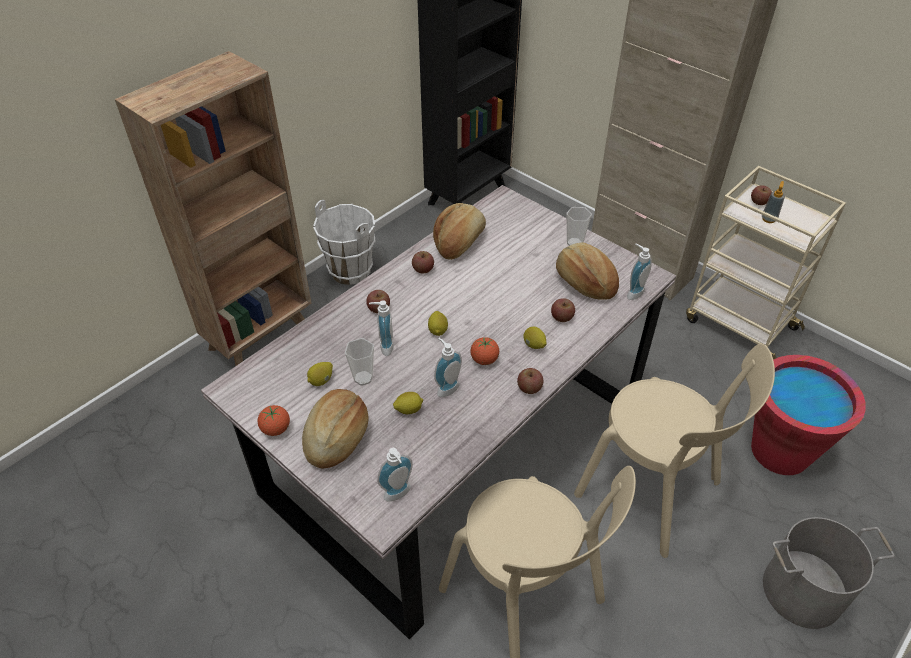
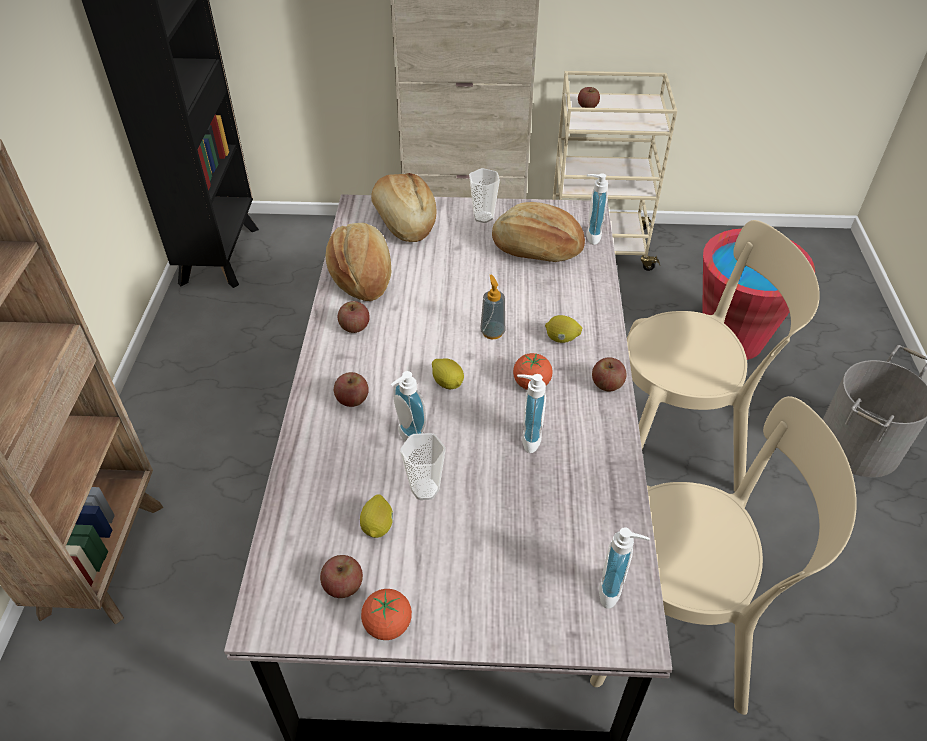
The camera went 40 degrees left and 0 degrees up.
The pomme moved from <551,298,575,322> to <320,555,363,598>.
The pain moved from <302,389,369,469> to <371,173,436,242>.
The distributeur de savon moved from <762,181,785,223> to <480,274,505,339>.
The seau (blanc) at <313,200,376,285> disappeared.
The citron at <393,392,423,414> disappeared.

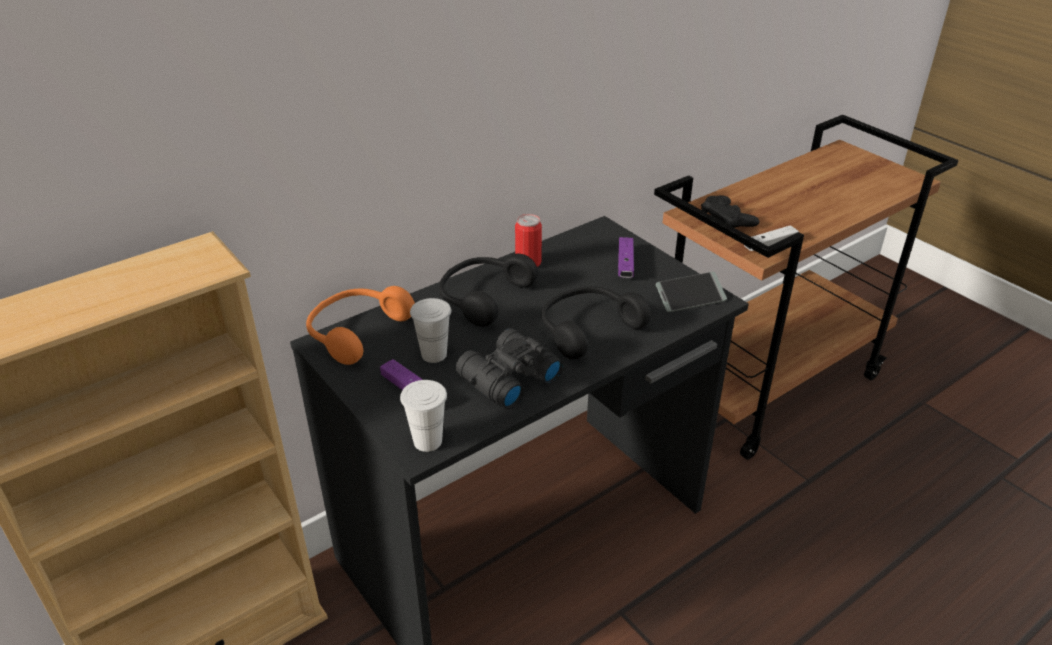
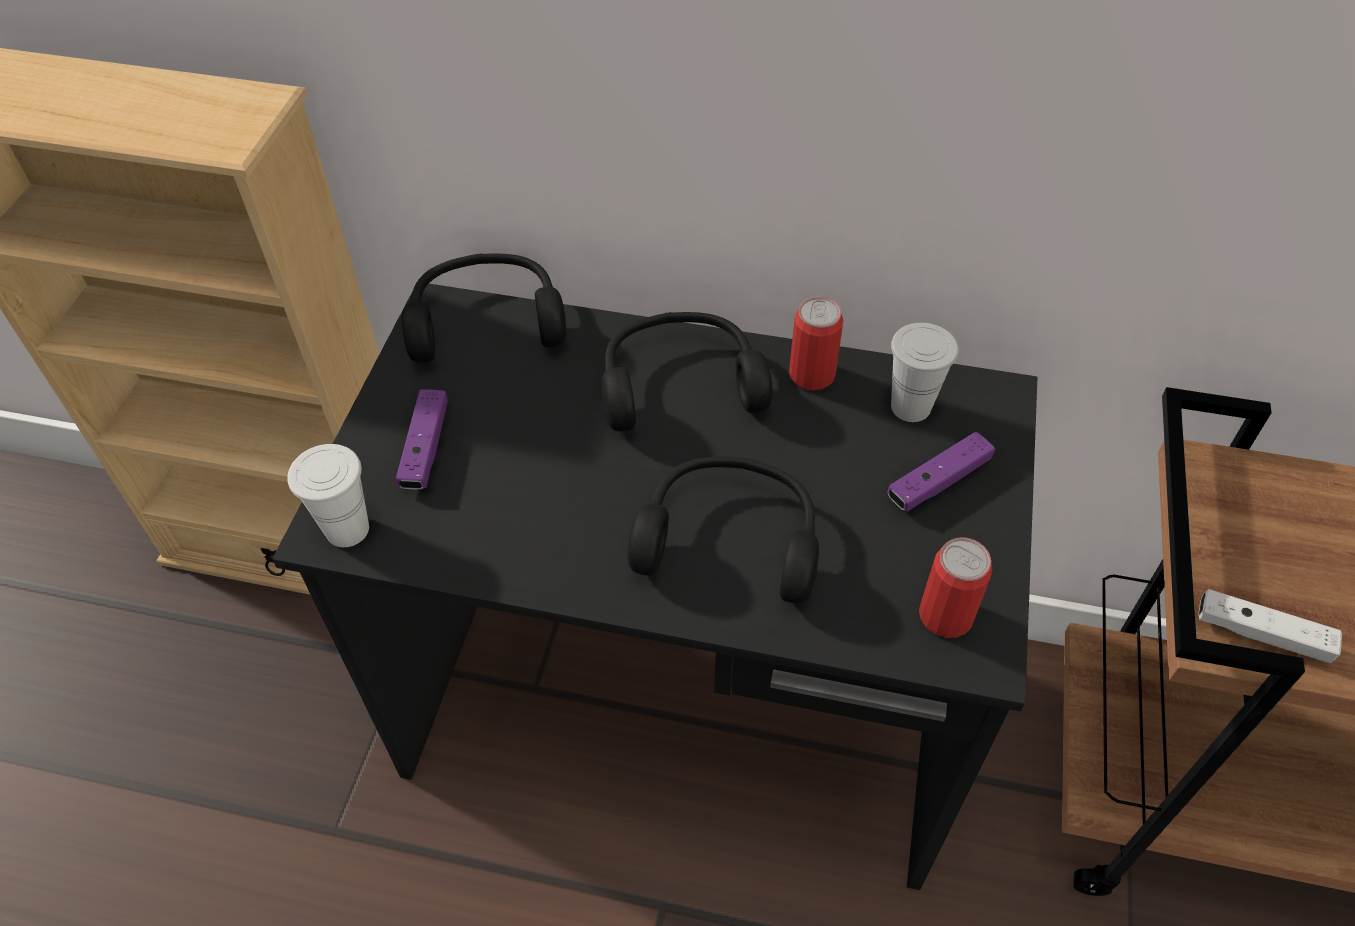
The camera went 50 degrees right and 15 degrees up.
The casque audio (orange) at <306,286,415,365> became the casque audio (noir) at <402,253,566,363>.
The tasse (blanc) moved from <410,298,451,363> to <891,323,959,422>.
The téléphone at <656,272,727,312> was replaced by the boîte métallique at <919,537,993,638>.
The jumelles (noir) at <456,328,564,409> disappeared.
The manette (noir) at <701,195,760,228> disappeared.

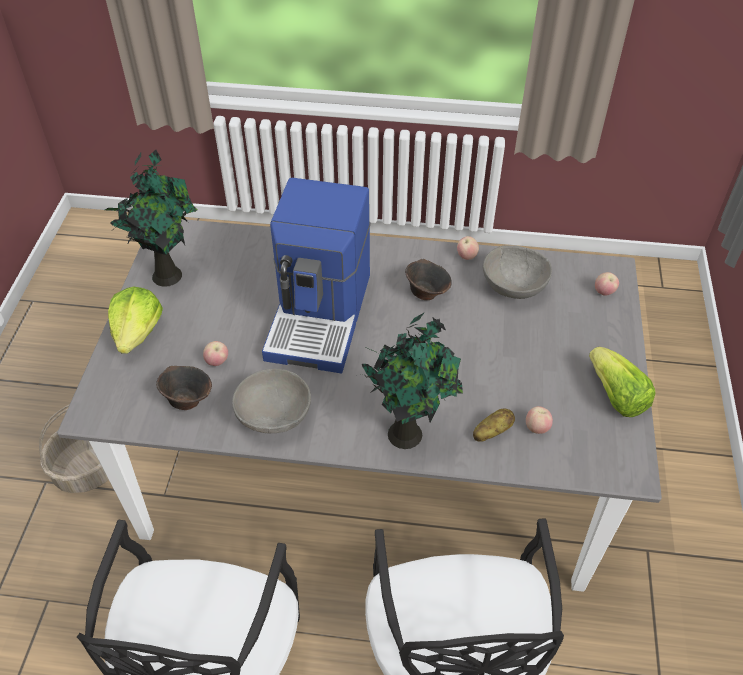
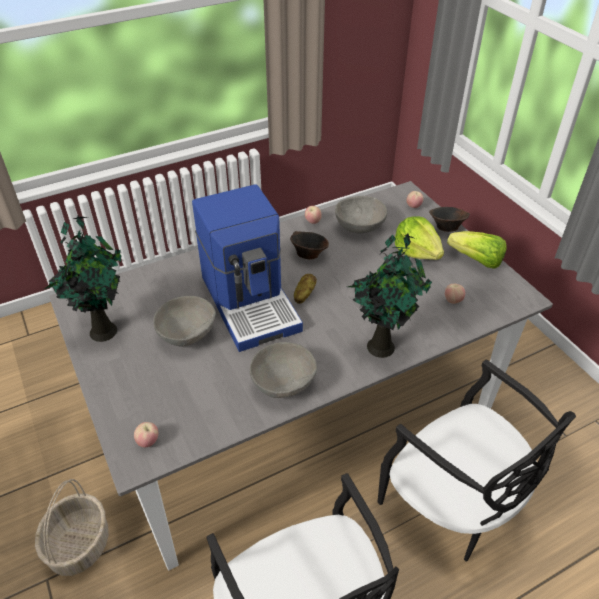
The camera went 35 degrees left and 5 degrees down.
The pomme moved from <203,341,228,366> to <134,422,158,448>.
The bol (gris) at <153,296,216,347> appeared.
The pomme de terre moved from <473,408,515,442> to <294,274,317,304>.
The laitue moved from <108,287,163,354> to <395,217,444,260>.
The bol (marron) moved from <156,366,212,410> to <429,207,470,232>.

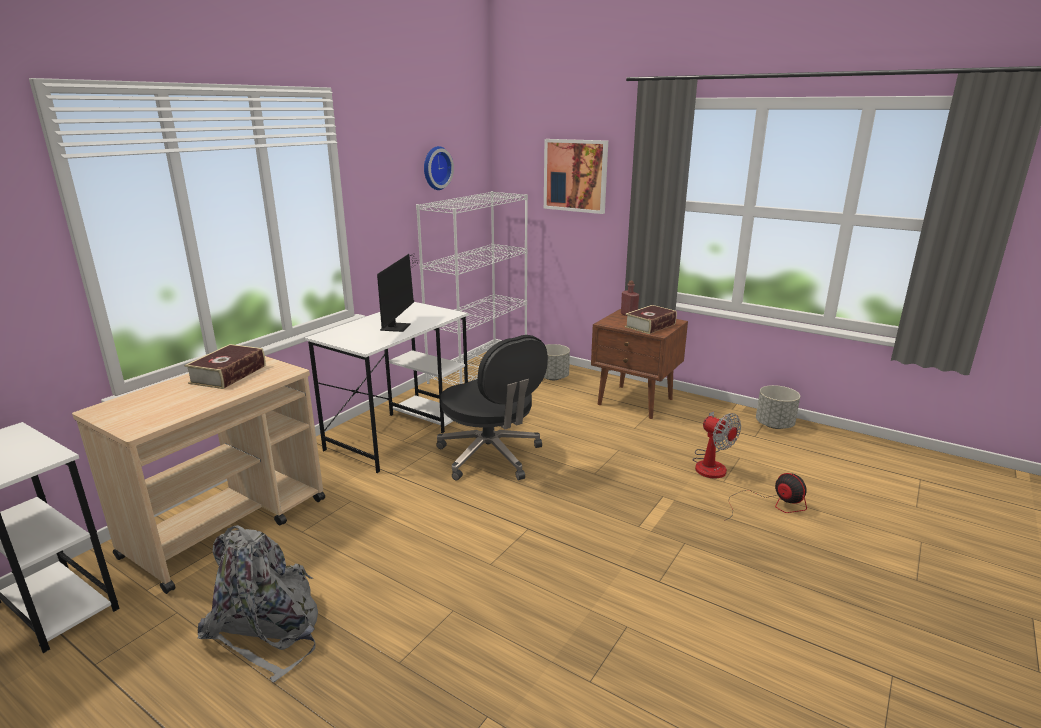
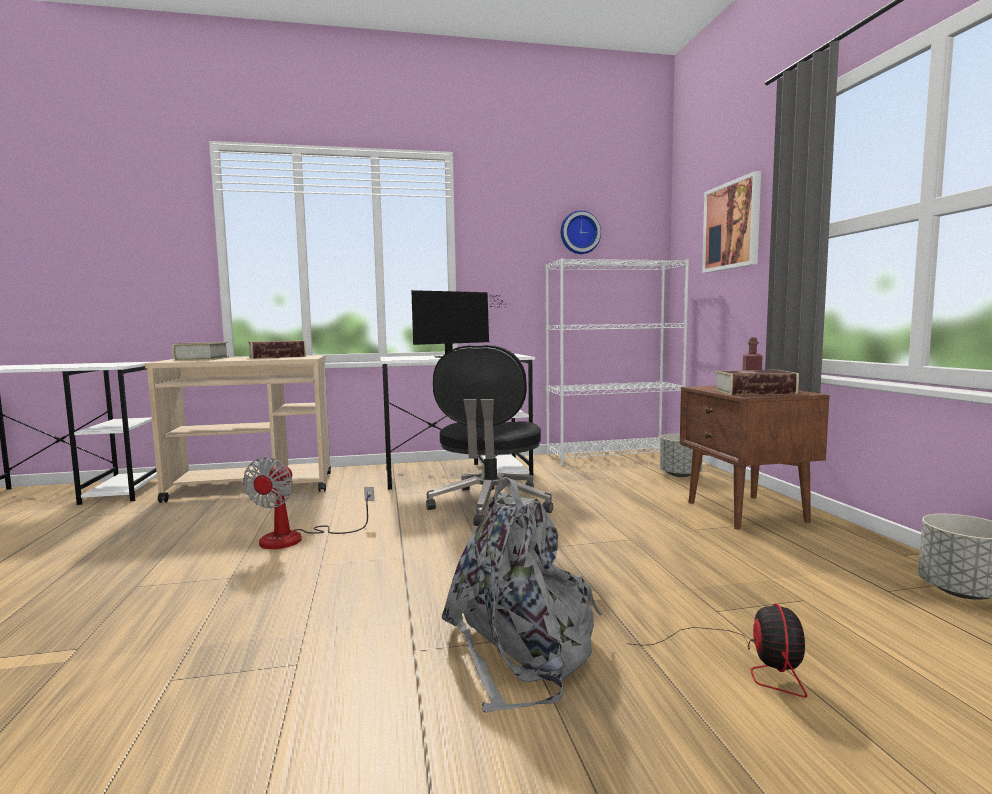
The camera went 45 degrees right and 15 degrees down.
The livre at <172,342,229,361> appeared.
The ventilateur moved from <693,411,741,479> to <243,457,374,549>.
The sac à dos (gris) moved from <198,525,318,683> to <442,478,602,713>.

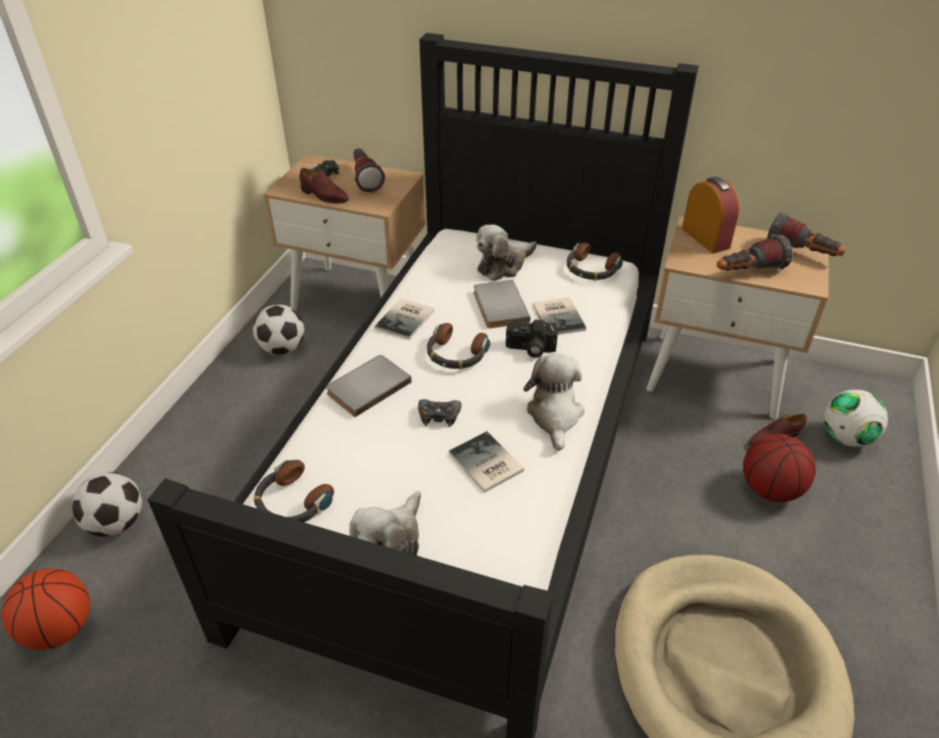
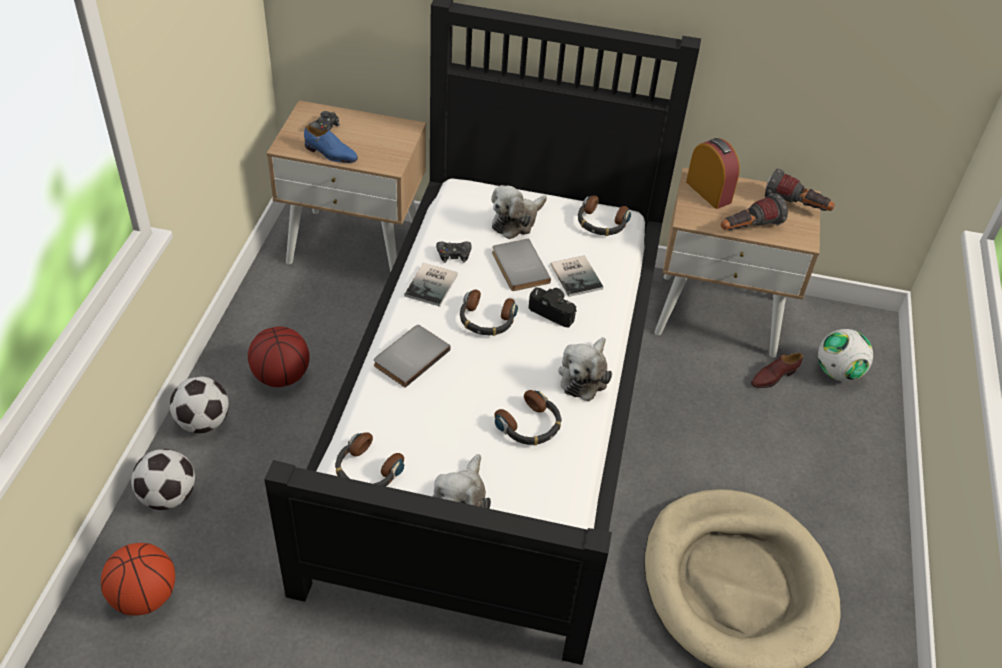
The camera went 10 degrees left and 5 degrees up.
The ballon de foot moved from <253,305,305,355> to <170,376,229,433>.
The ballon de basket moved from <743,434,816,502> to <248,326,310,387>.
The chaussure (marron) at <300,168,349,203> became the chaussure (bleu) at <304,125,358,163>.
The manette (noir) moved from <418,399,462,427> to <436,241,471,263>.
The livre at <449,431,524,493> was replaced by the casque audio at <494,390,561,445>.
The appareil photo at <506,320,558,358> turned 150 degrees counterclockwise.
The peluche at <523,354,585,451> turned 150 degrees counterclockwise.
The lampe de poche at <353,149,385,192> disappeared.

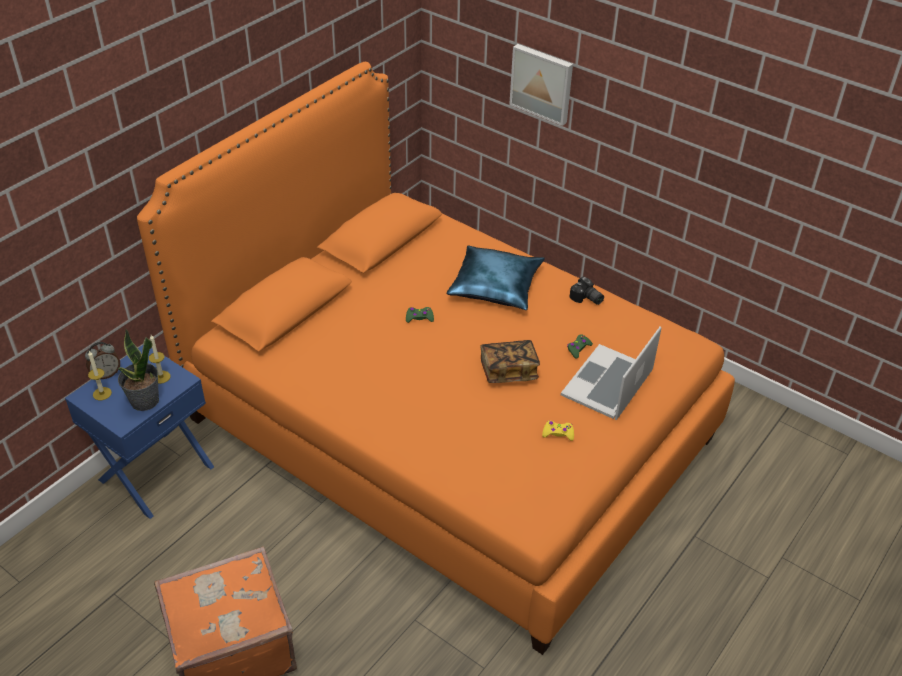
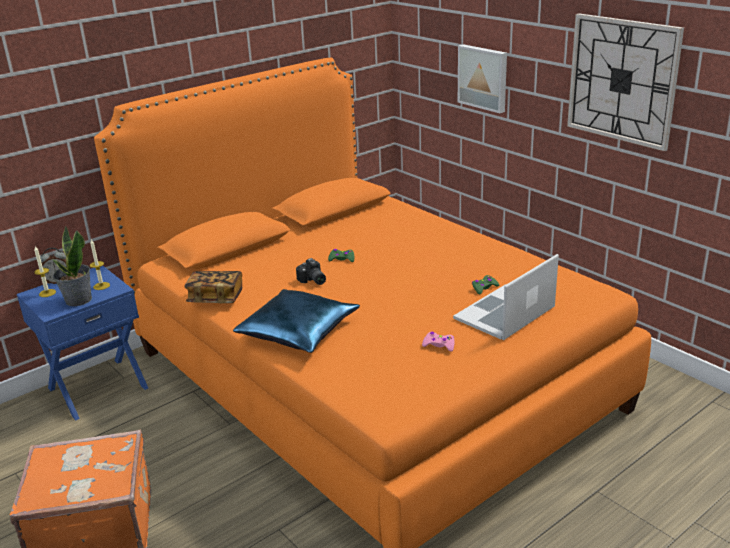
The camera went 15 degrees right and 15 degrees down.
The livre moved from <480,340,540,383> to <184,271,242,303>.
The coussin (bleu) moved from <447,246,545,310> to <233,289,360,353>.
The appareil photo moved from <569,277,604,305> to <296,258,326,285>.
The manette (jaune) at <542,420,574,441> became the manette (rose) at <422,332,455,352>.
The horloge murale at <567,13,684,151> appeared.

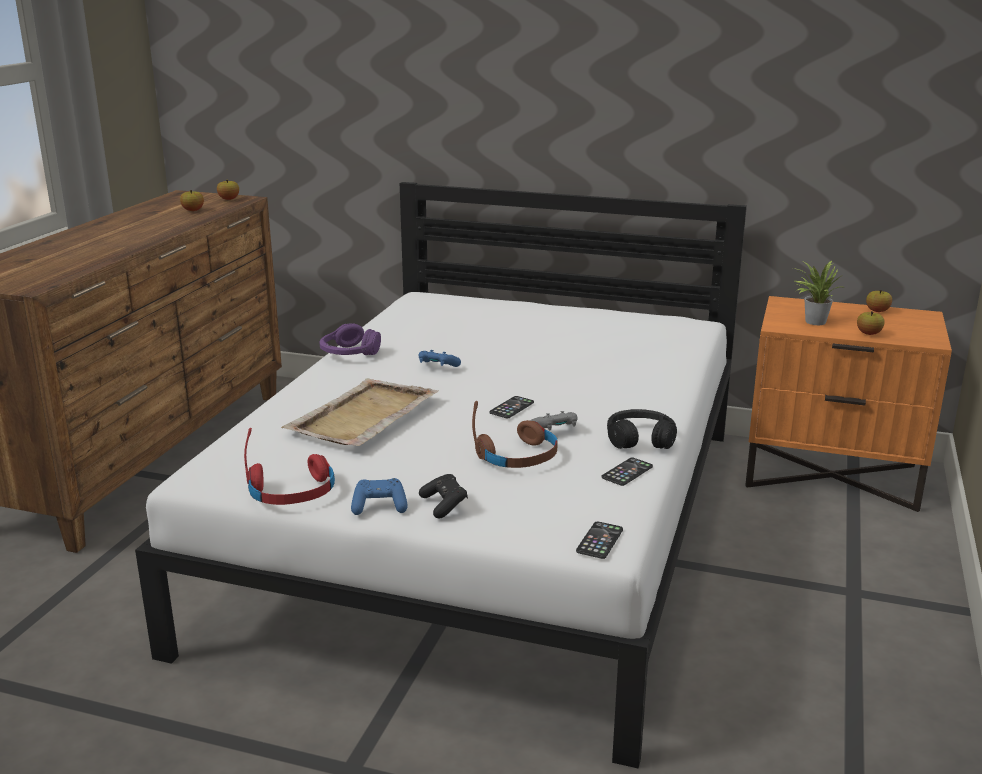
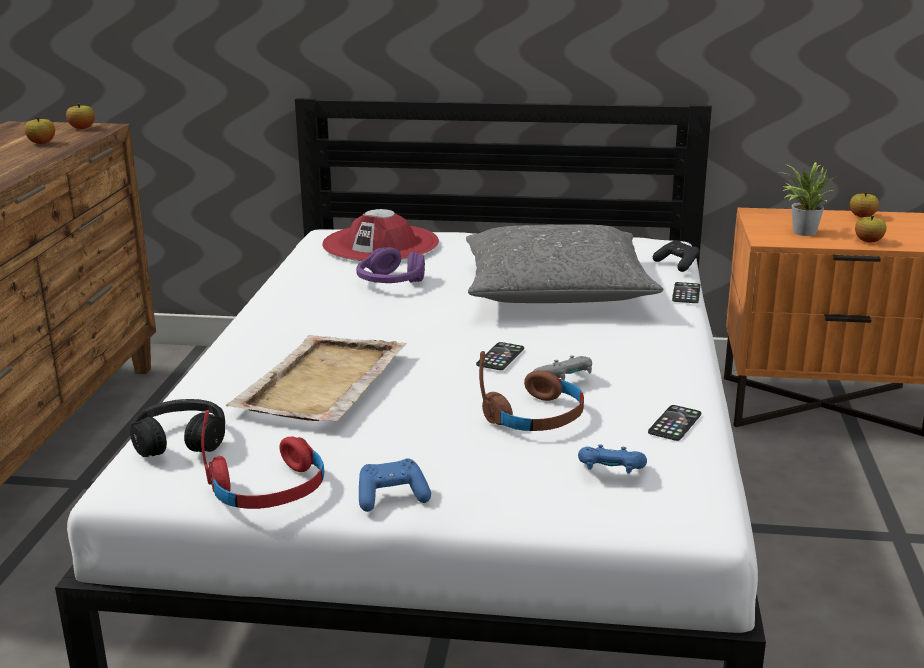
The camera went 10 degrees left and 0 degrees up.
The casque audio (noir) moved from <607,409,677,449> to <130,399,225,457>.
The chapeau (rouge) at <322,209,439,261> appeared.
The casque audio (violet) moved from <320,323,381,355> to <356,247,425,283>.
The coussin (gris) at <466,225,663,303> appeared.
The manette (bleu) moved from <419,350,461,367> to <578,444,647,474>.
The manette (noir) moved from <419,474,468,518> to <653,240,700,272>.
The téléphone moved from <576,521,623,559> to <672,282,700,303>.

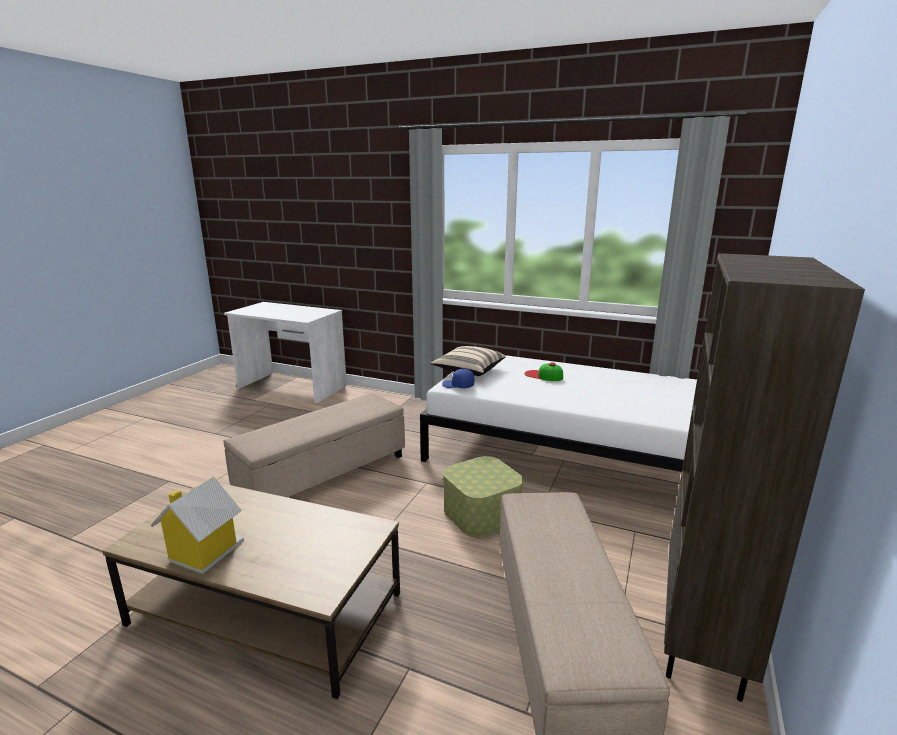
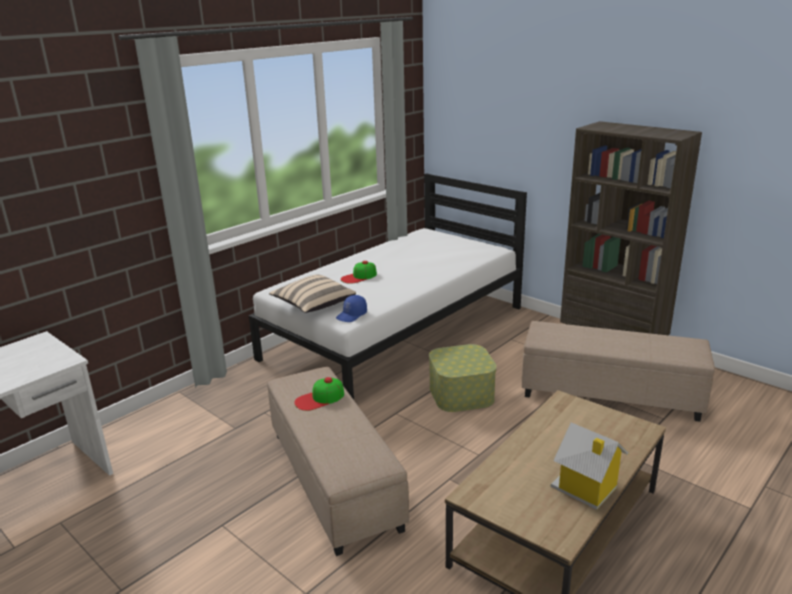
The camera went 70 degrees left and 5 degrees up.
The casquette at <294,377,344,411> appeared.

